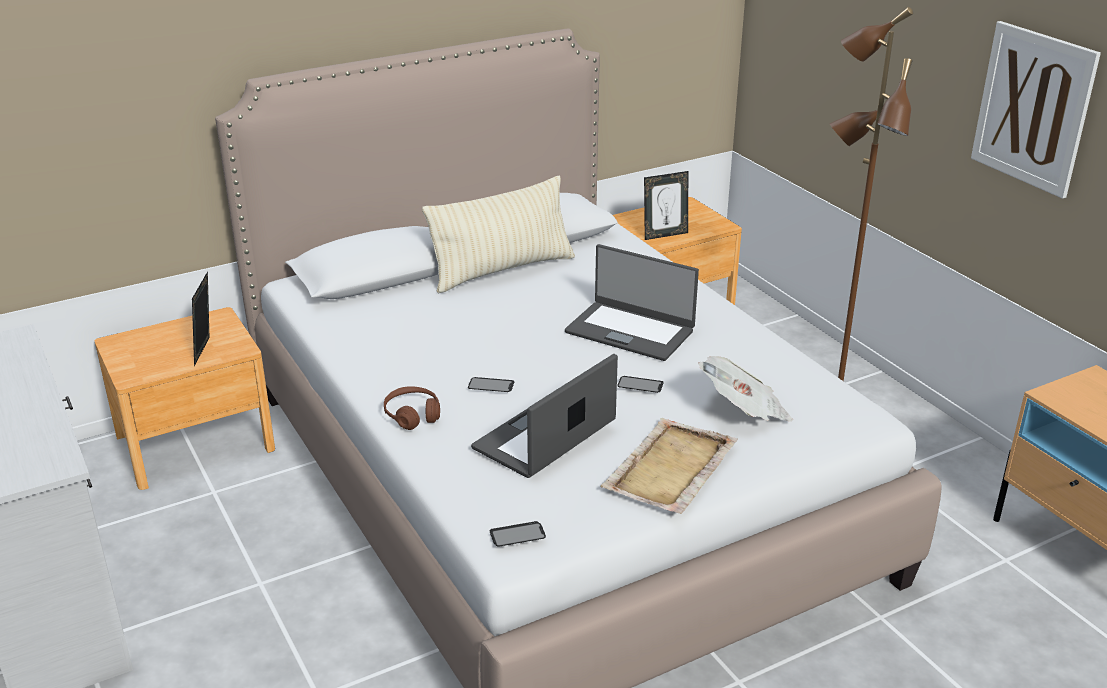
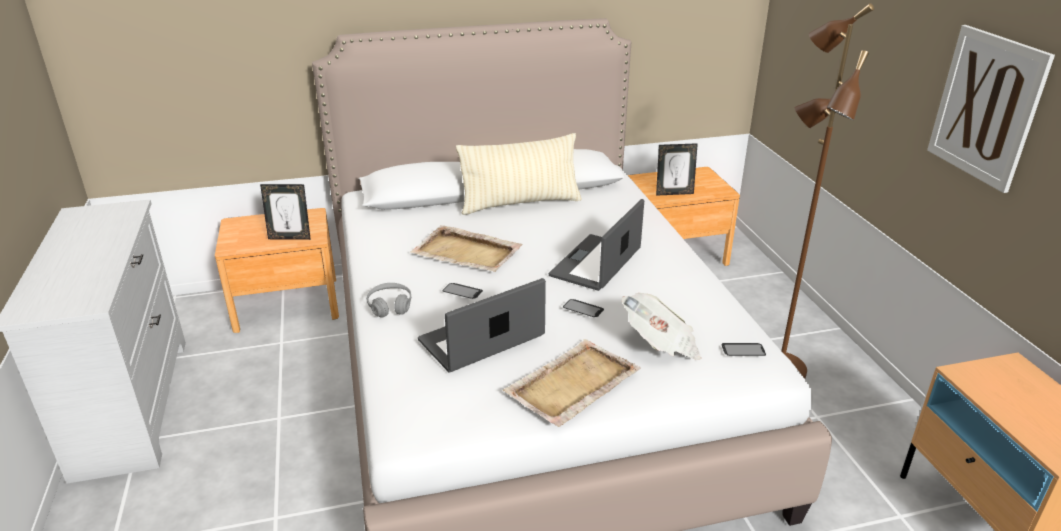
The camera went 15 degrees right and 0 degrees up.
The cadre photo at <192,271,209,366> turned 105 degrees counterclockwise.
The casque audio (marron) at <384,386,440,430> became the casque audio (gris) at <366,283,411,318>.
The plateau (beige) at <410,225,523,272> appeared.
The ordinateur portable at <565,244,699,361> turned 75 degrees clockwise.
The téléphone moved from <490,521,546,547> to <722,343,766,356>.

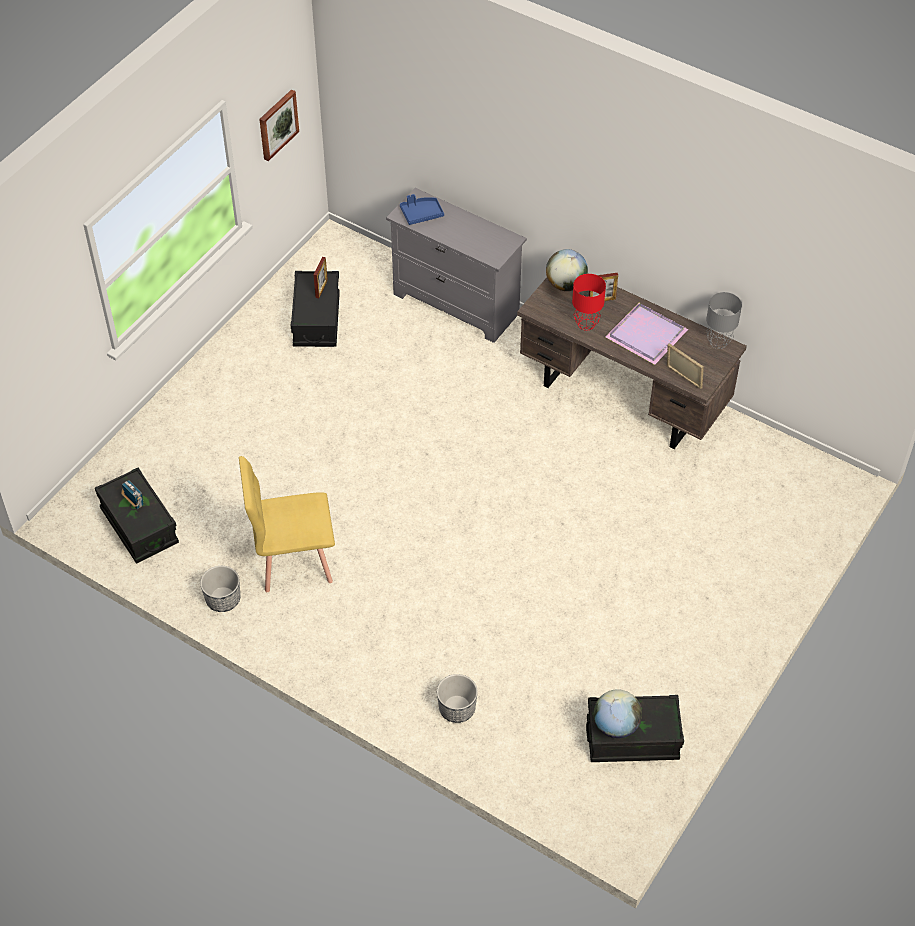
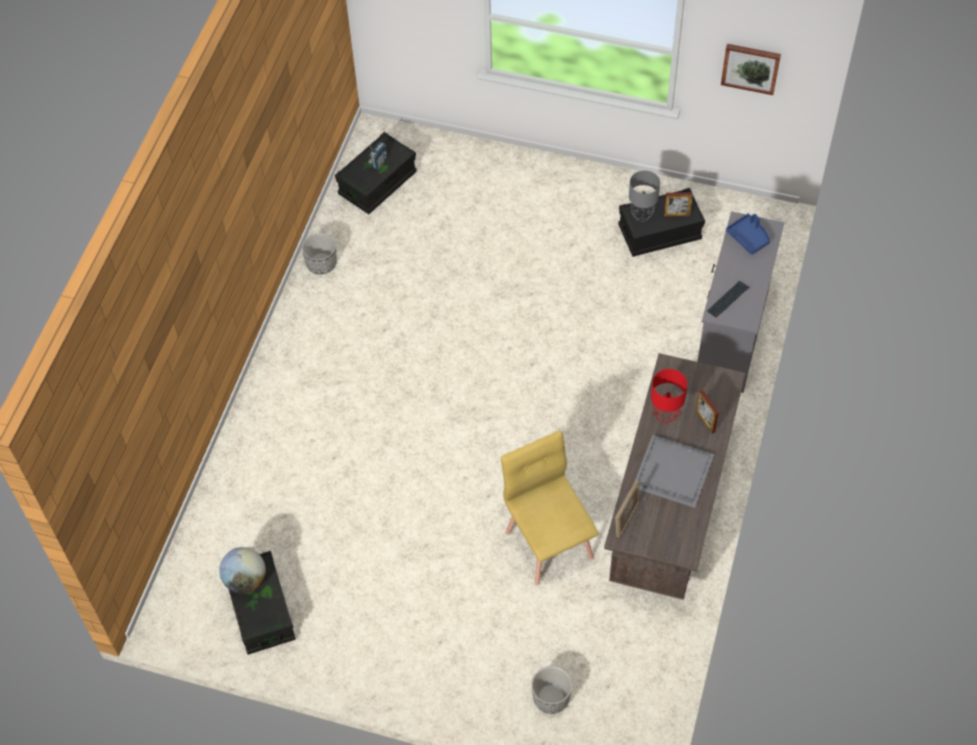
The camera went 75 degrees right and 5 degrees up.
The chaise (jaune) moved from <239,456,335,592> to <501,430,598,585>.
The cache-pot moved from <437,674,478,723> to <531,666,572,714>.
The lampe de table (gris) moved from <706,292,742,349> to <629,170,660,222>.
The plateau (violet) at <605,303,688,365> became the plateau (gris) at <634,435,714,508>.
The clavier at <707,281,749,318> appeared.
The globe at <546,249,588,291> disappeared.

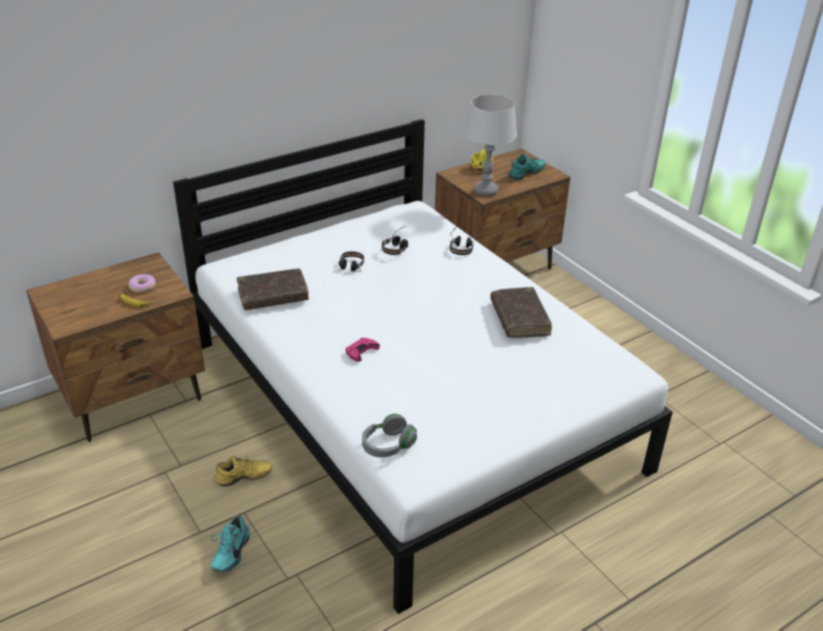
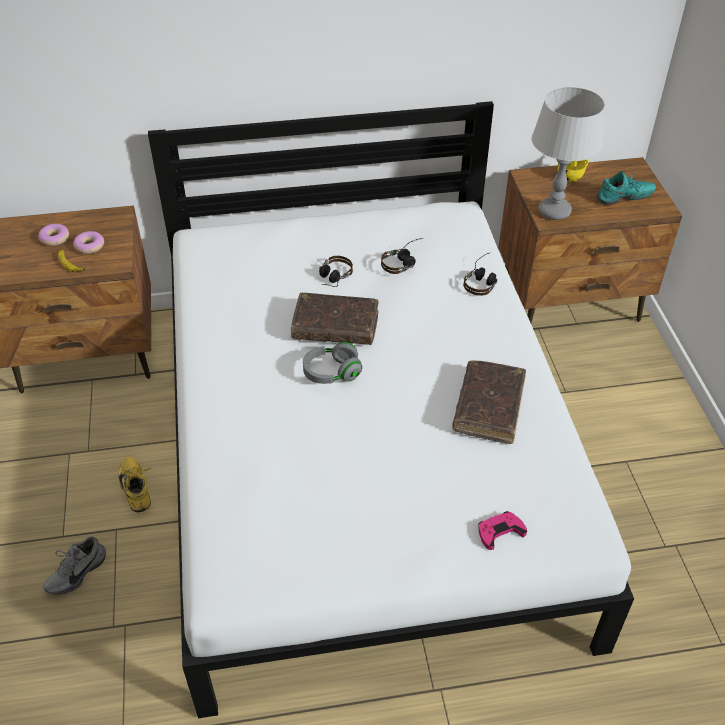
The camera went 25 degrees right and 10 degrees up.
The beignet at <38,224,69,246> appeared.
The chaussure (turquoise) at <210,515,250,572> became the chaussure (gris) at <43,536,106,595>.
The chaussure (jaune) at <214,454,272,487> turned 120 degrees counterclockwise.
The livre (marron) moved from <237,268,309,310> to <291,293,379,345>.
The casque audio (gris) moved from <362,414,417,457> to <303,342,362,384>.
The manette (rose) moved from <345,338,380,362> to <478,511,527,550>.

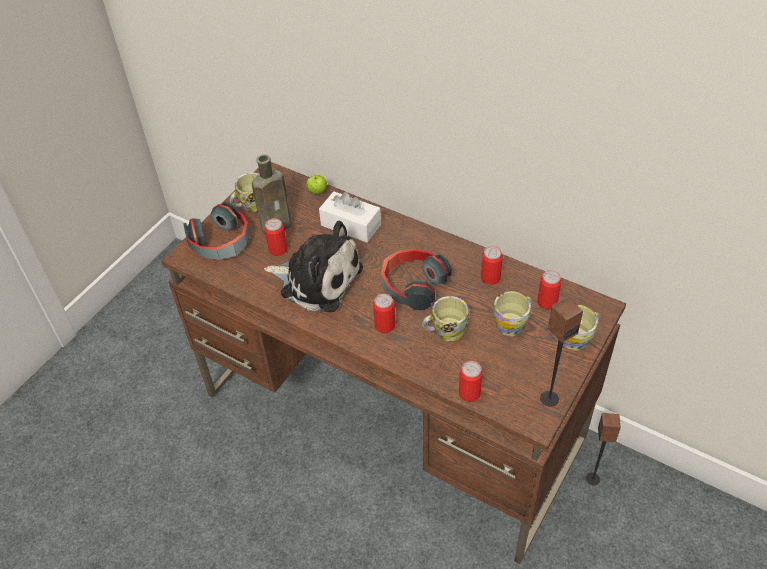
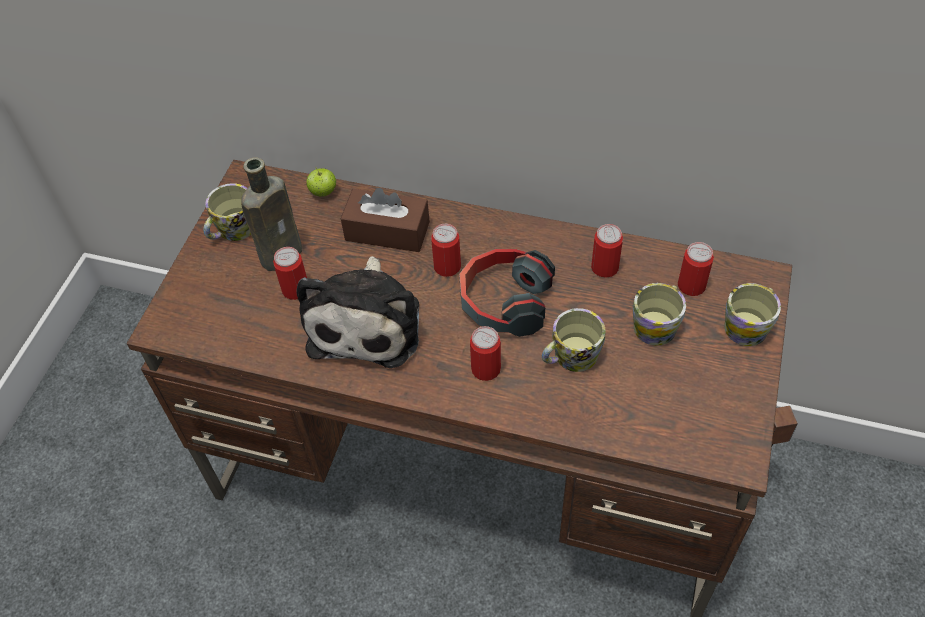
The camera went 15 degrees left and 5 degrees up.
The peluche at <264,221,363,313> turned 90 degrees clockwise.
The boîte à mouchoirs (blanc) at <319,191,381,242> became the boîte à mouchoirs (marron) at <341,188,430,252>.
The boîte métallique moved from <459,361,483,402> to <431,224,461,277>.
The casque audio at <183,202,249,260> disappeared.
The enceinte at <540,297,583,407> disappeared.

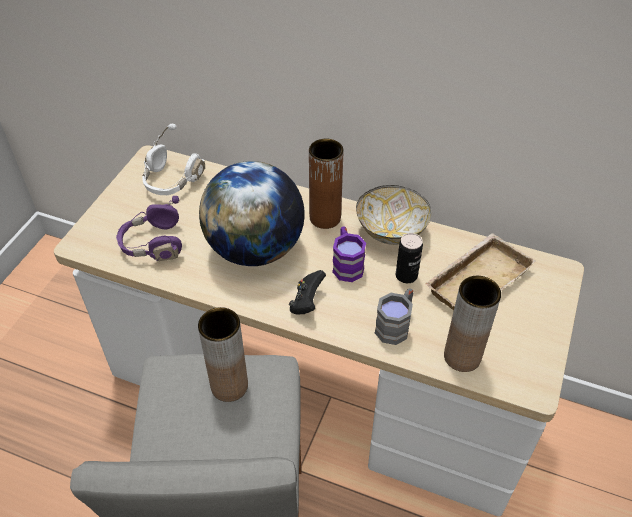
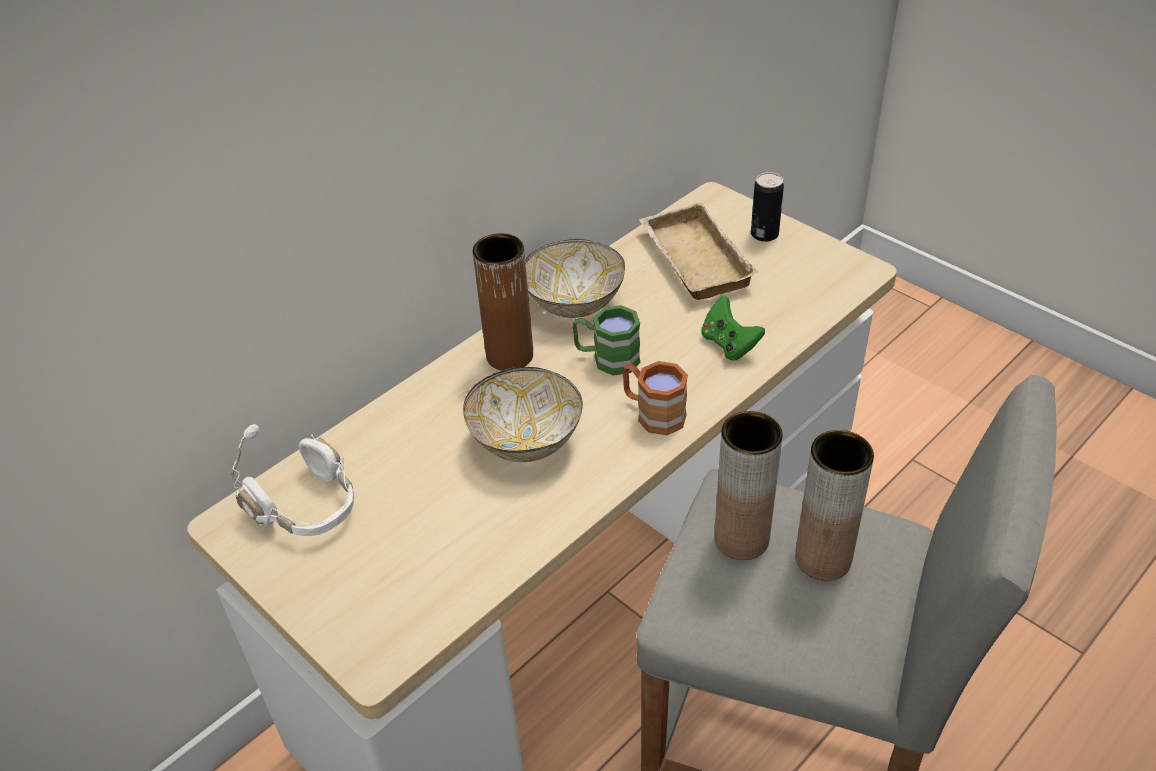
The camera went 65 degrees left and 5 degrees down.
The globe at <199,161,305,266> was replaced by the bol at <463,367,583,462>.
The mug (violet) at <332,227,366,282> became the mug (vert) at <572,305,640,376>.
The manette (noir) at <289,270,326,314> was replaced by the mug (marron) at <622,361,688,435>.
The mug (gris) at <375,288,413,345> was replaced by the manette (vert) at <701,295,765,361>.
The boîte métallique moved from <396,233,423,283> to <751,172,784,242>.
The vase (marron) moved from <444,276,501,372> to <795,430,874,581>.
The casque audio (violet) at <116,196,182,261> disappeared.

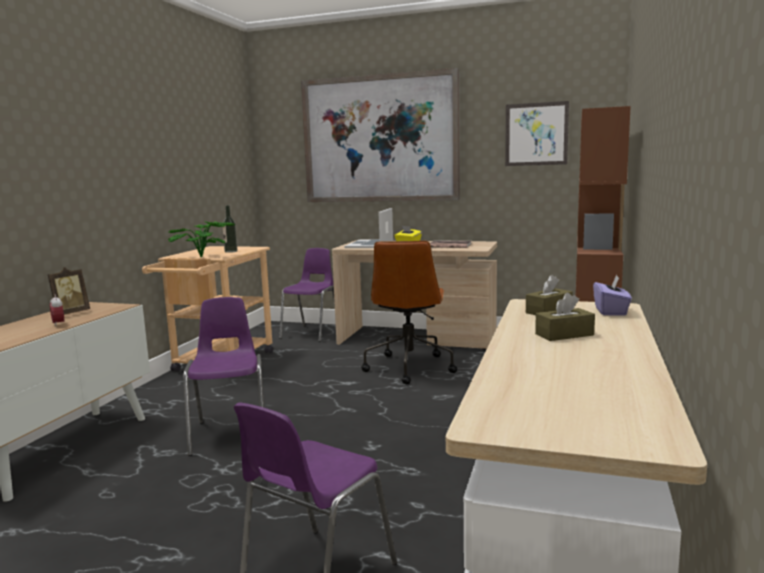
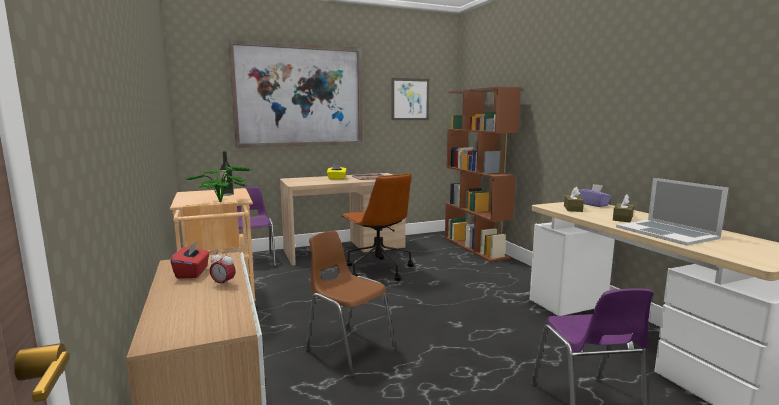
The camera went 40 degrees left and 0 degrees up.
The cadre photo at <48,267,90,315> was replaced by the boîte à mouchoirs (rouge) at <170,241,210,279>.
The chaise (violet) at <183,297,264,456> became the chaise (marron) at <306,231,396,377>.
The ordinateur portable moved from <345,208,393,248> to <616,178,728,246>.

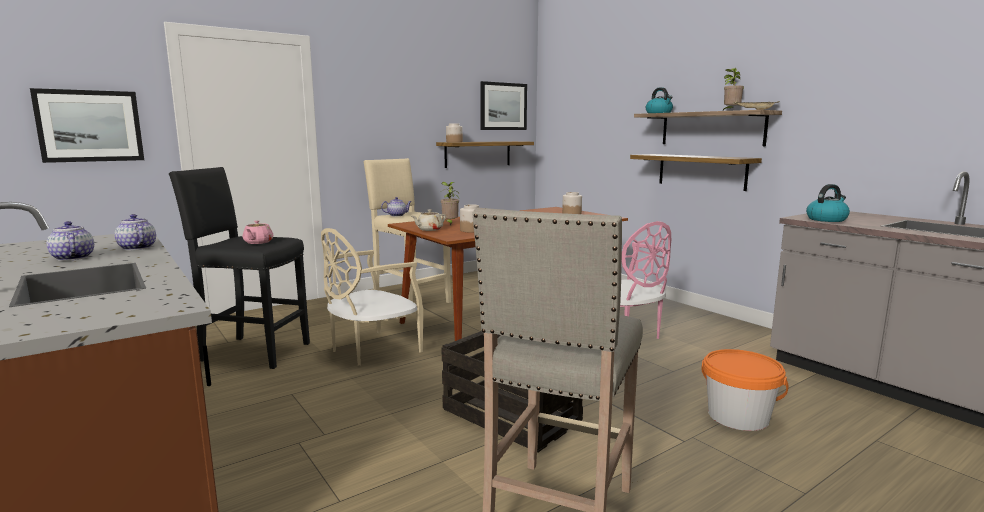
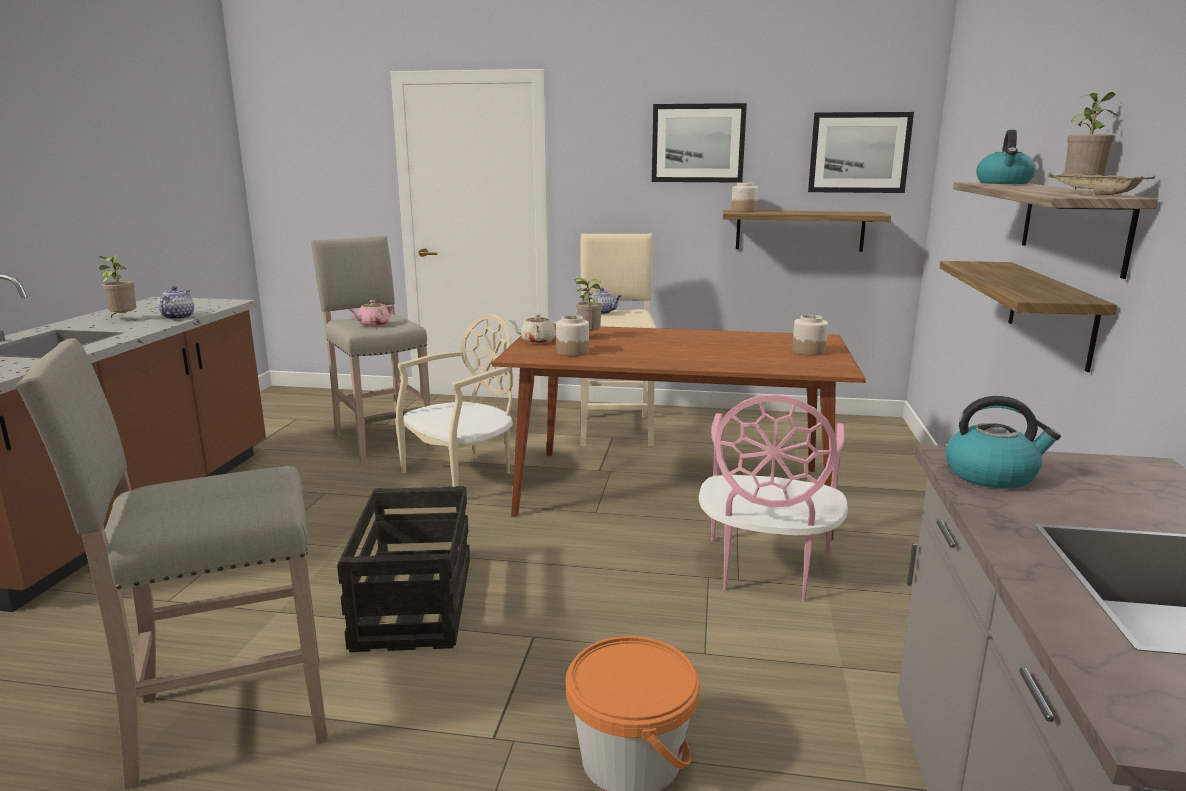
The camera went 45 degrees right and 5 degrees up.
The théière at <46,221,94,261> was replaced by the plante en pot at <99,256,136,318>.
The tabouret (noir) at <169,167,310,369> became the tabouret (beige) at <311,236,434,464>.
The chaise (beige) at <321,228,423,366> turned 135 degrees clockwise.
The tableau moved from <30,88,144,163> to <652,103,747,183>.

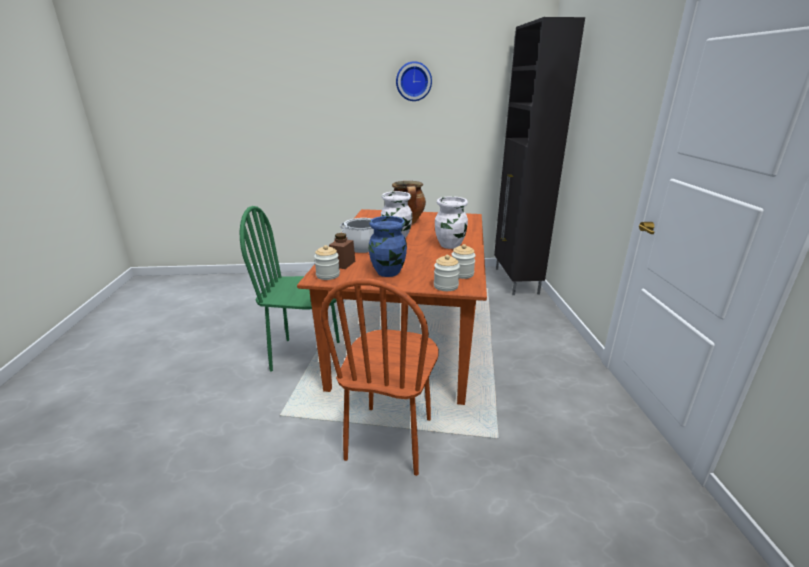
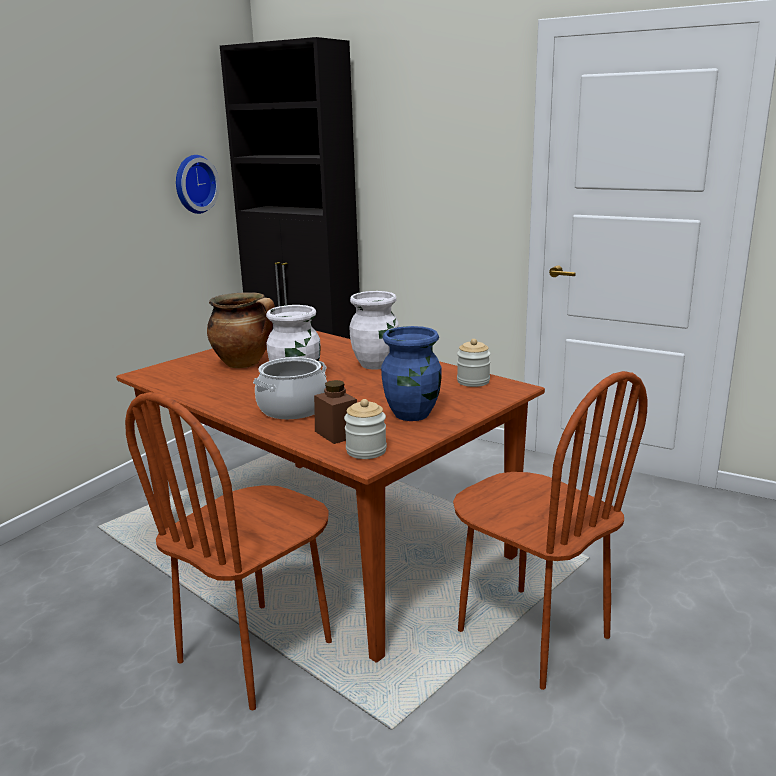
The camera went 55 degrees left and 5 degrees down.
The chaise (vert) at <240,206,340,372> became the chaise (marron) at <125,392,332,710>.
The horloge murale moved from <396,61,432,101> to <176,155,220,214>.
The bocal at <434,255,460,291> disappeared.

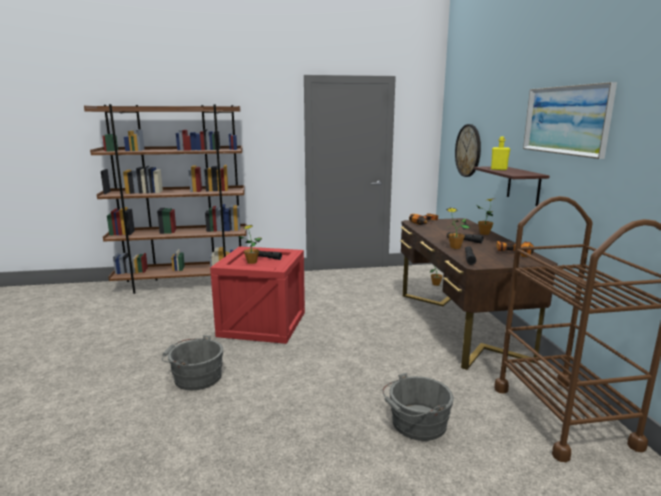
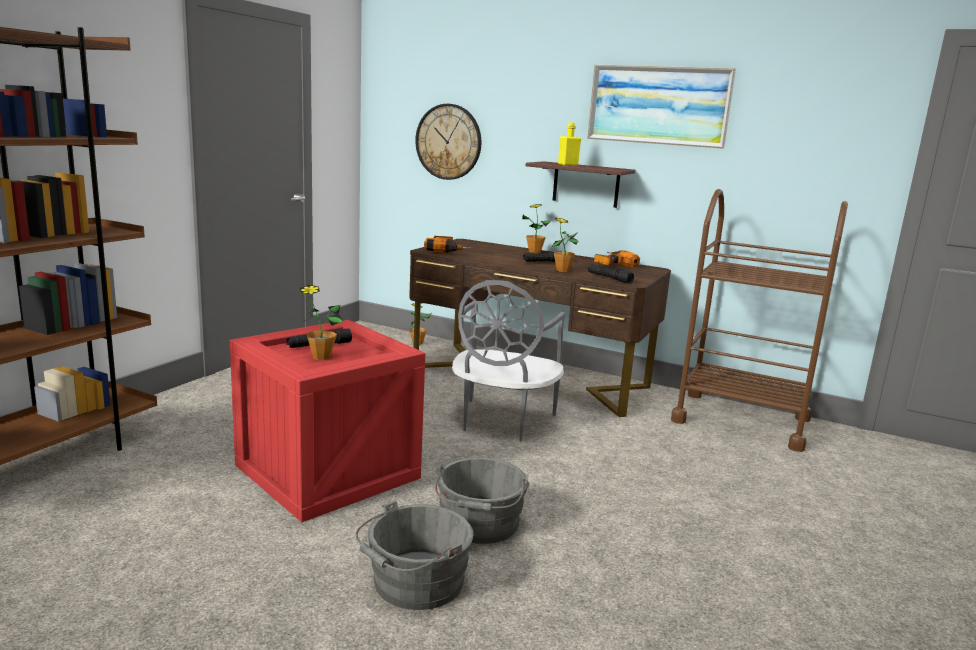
The camera went 55 degrees left and 0 degrees up.
The seau (gris) moved from <382,373,454,441> to <435,458,529,544>.
The chaise (gris) at <452,280,565,442> appeared.

